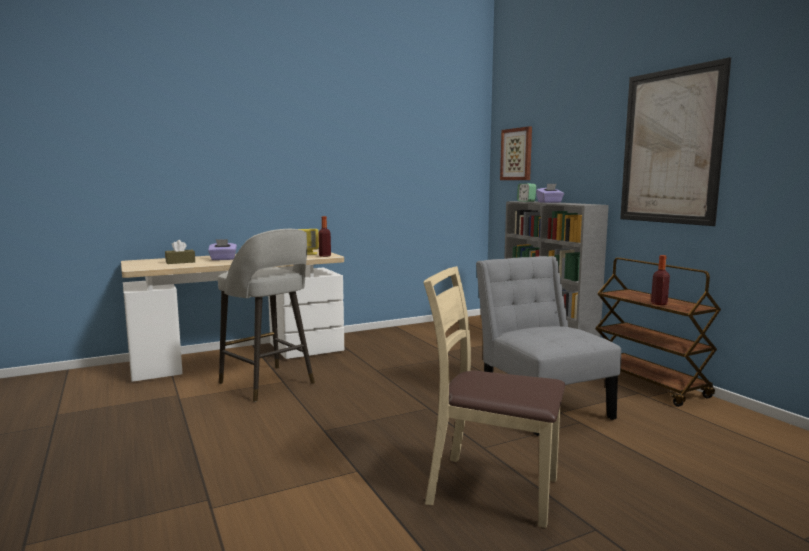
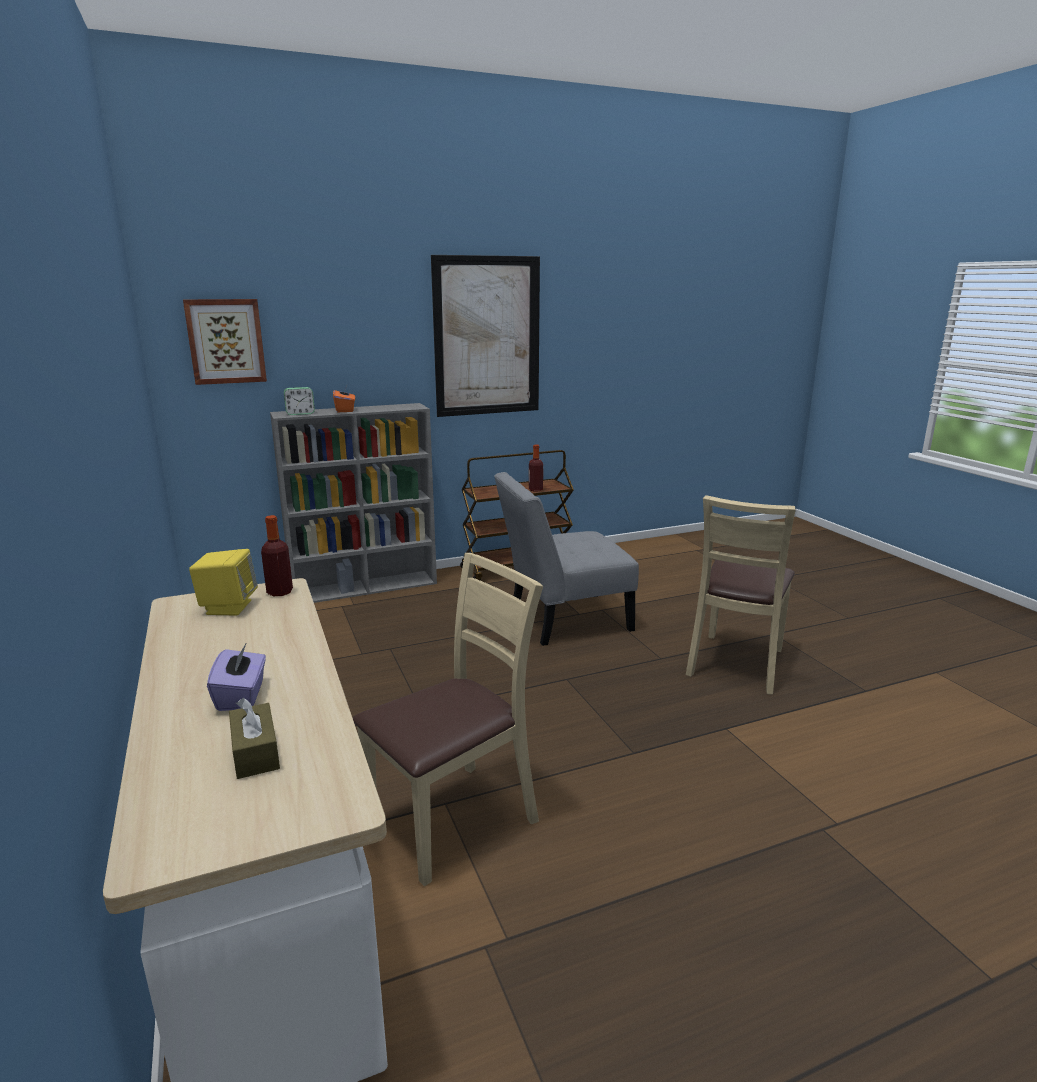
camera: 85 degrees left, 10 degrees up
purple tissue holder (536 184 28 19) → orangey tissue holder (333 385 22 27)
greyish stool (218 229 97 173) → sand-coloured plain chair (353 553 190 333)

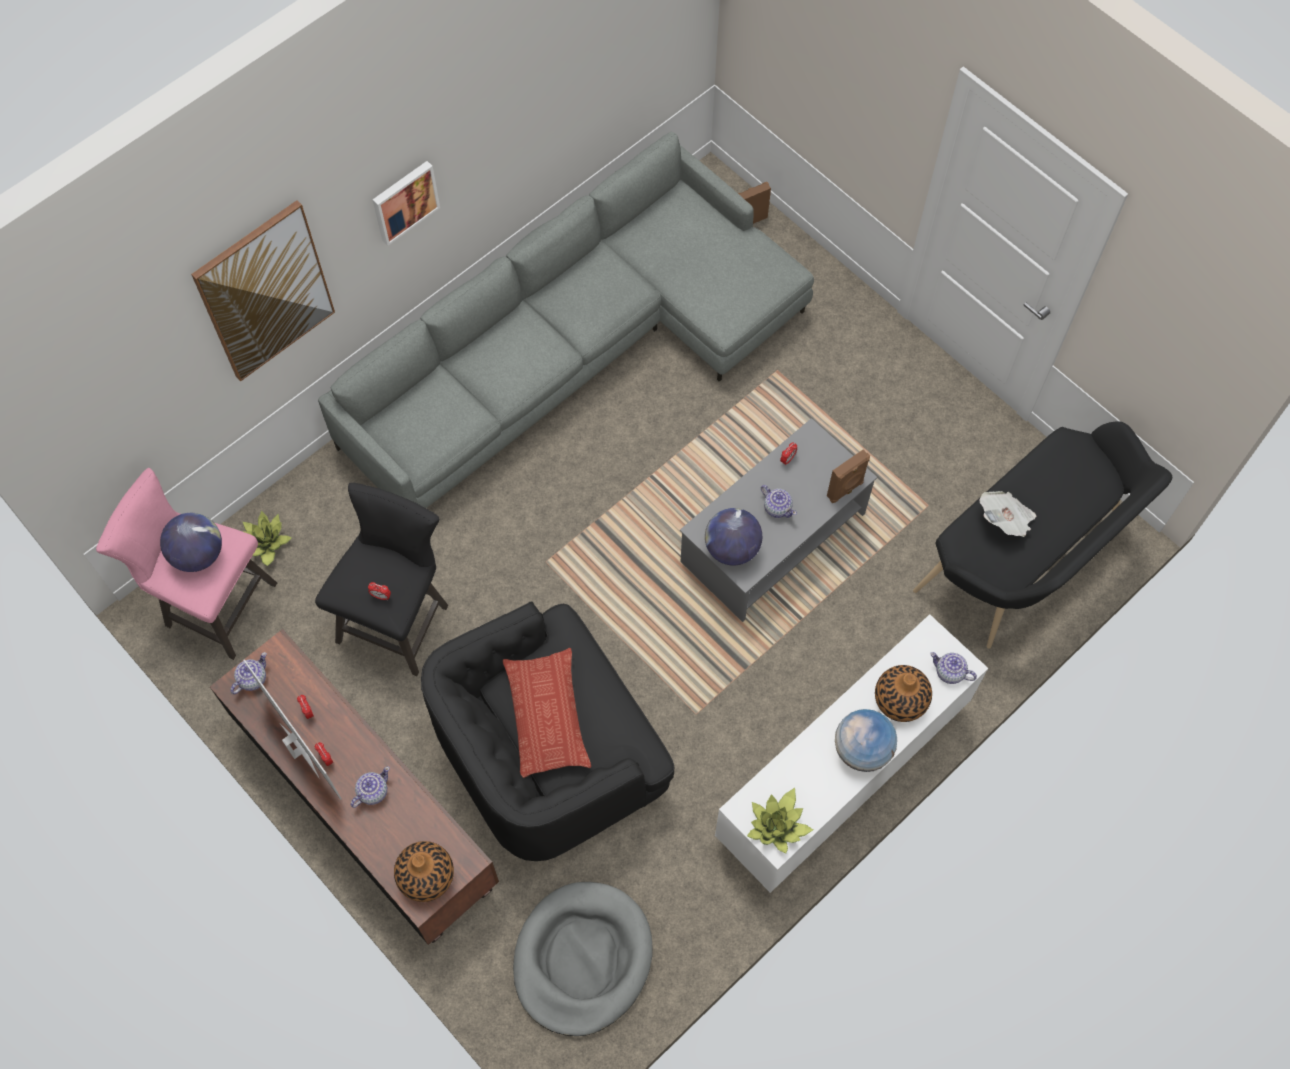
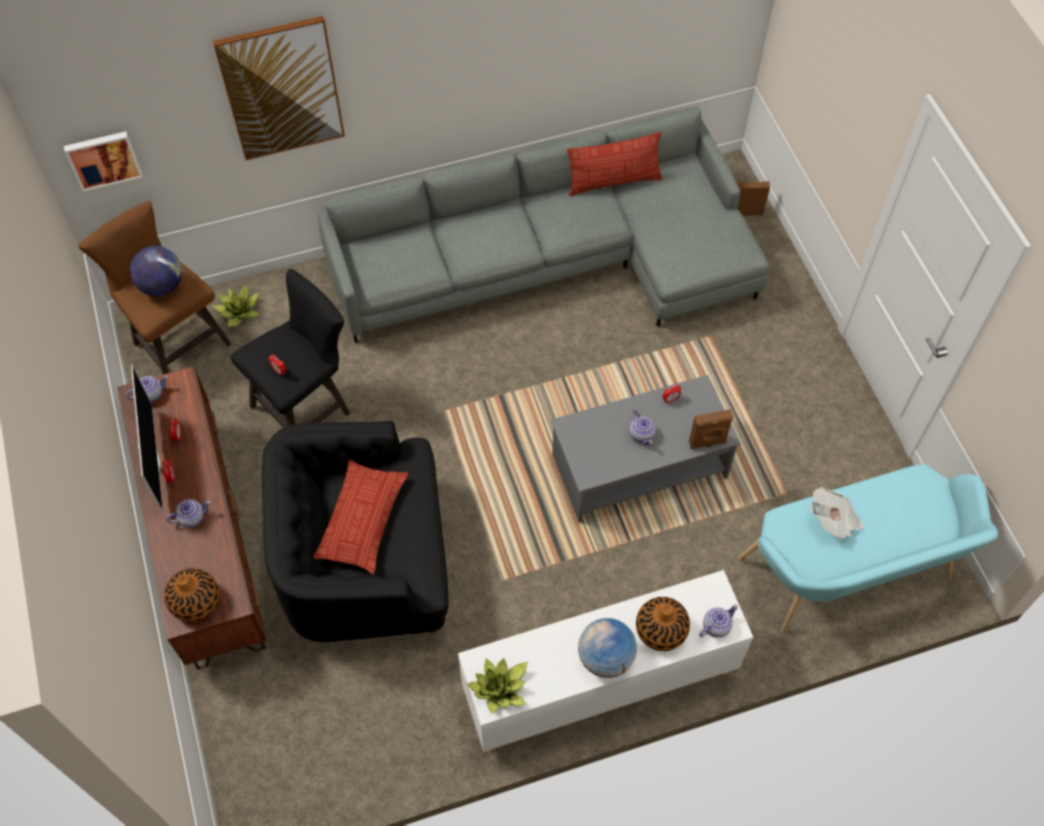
camera: 25 degrees right, 5 degrees down
picture (373 161 67 85) → picture (64 131 79 61), relocated
pink stool (96 468 181 192) → brown stool (78 201 154 174)
- → cushion (567 132 95 64)
tea pot (930 652 47 32) → tea pot (699 604 39 34), 90 degrees clockwise
black indoor bench (913 421 259 228) → turquoise indoor bench (738 464 260 170)
greyish pet bed (513 882 140 154) → -
globe (705 508 57 58) → -

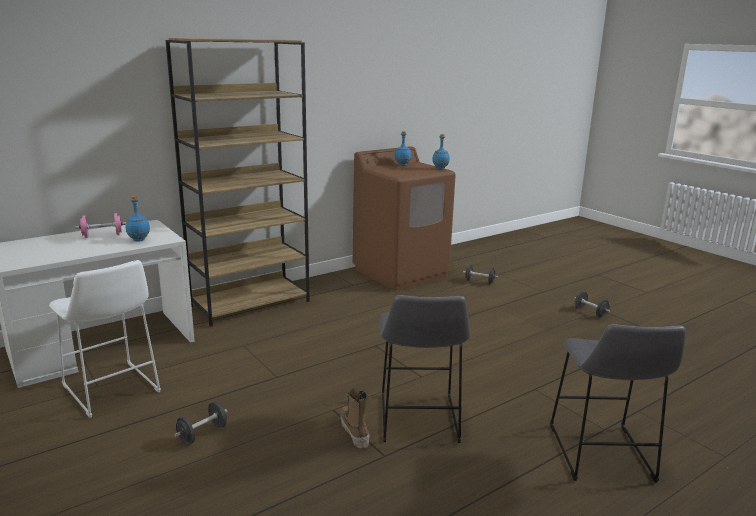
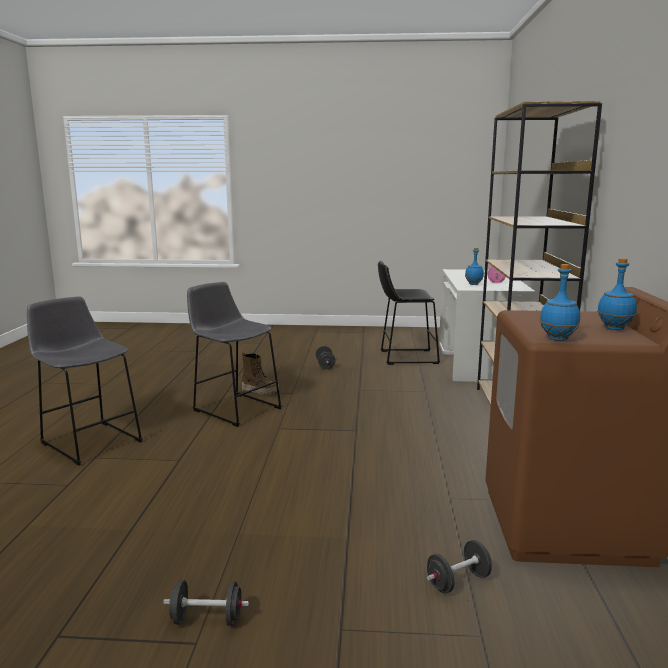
camera: 130 degrees right, 5 degrees down
white stool (49 260 112 158) → black stool (378 261 62 104)

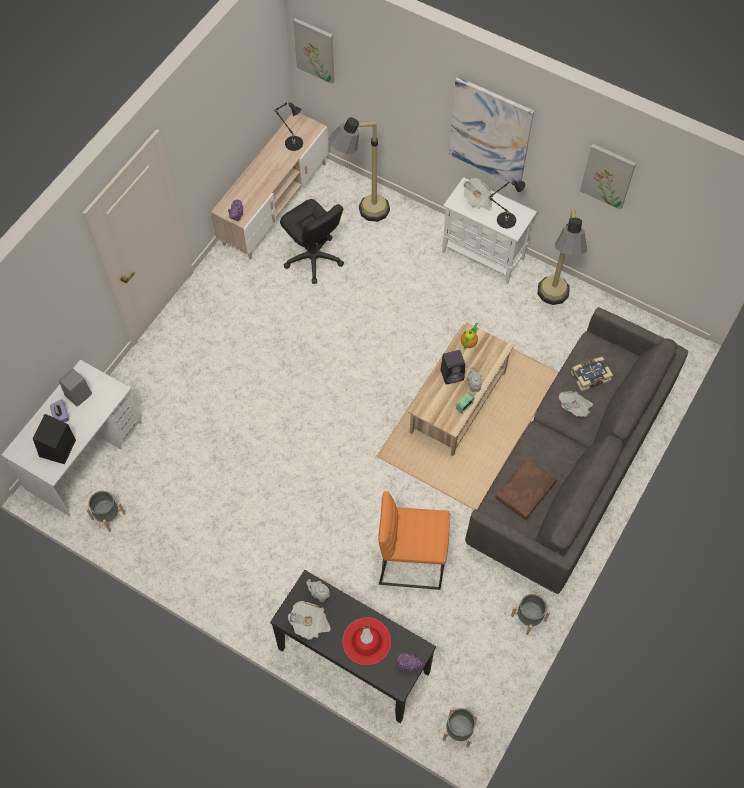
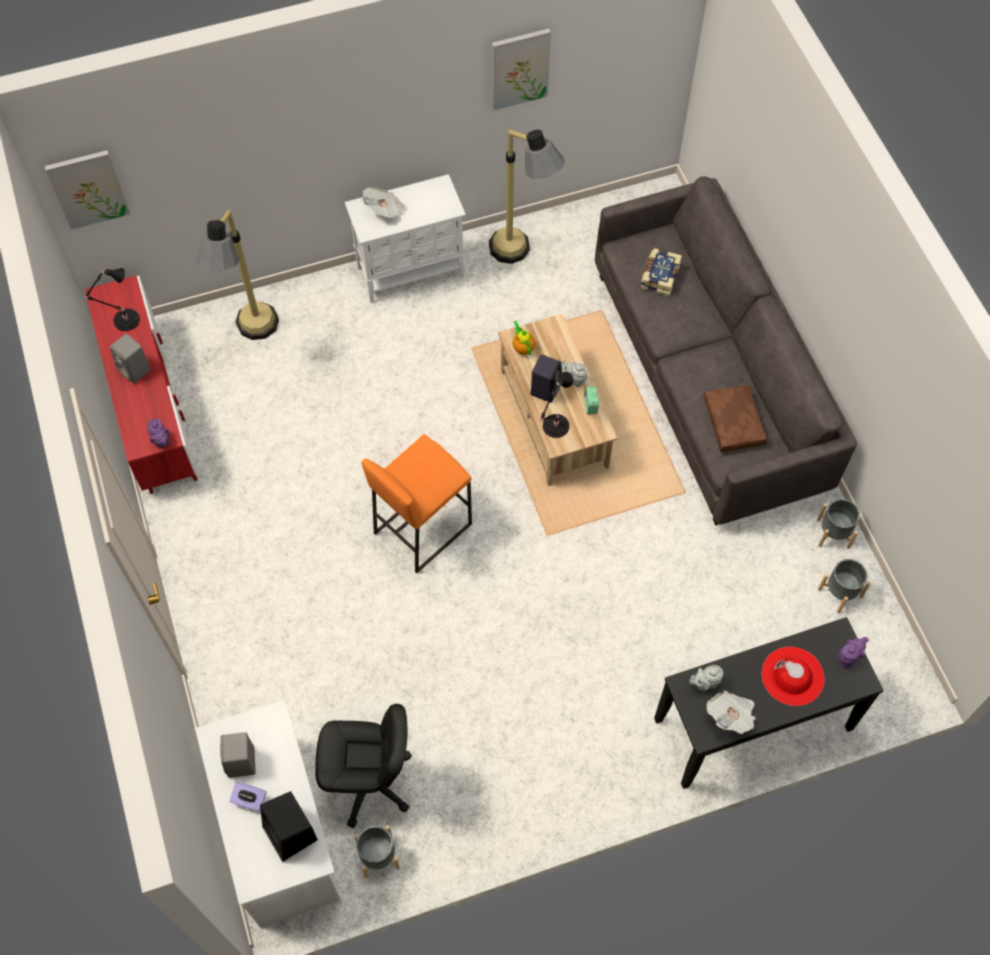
camera: 50 degrees left, 0 degrees up
sand-coloured tv unit (211 113 118 146) → red-coloured tv unit (84 276 114 218)
- → greyish audio speaker (110 334 41 50)
black computer chair (280 199 64 85) → black computer chair (315 704 97 124), relocated
orangey stool (378 491 72 99) → orangey stool (361 434 111 140), relocated
black table lamp (488 180 37 48) → black table lamp (540 372 33 66), relocated
greyish planter (443 707 35 41) → greyish planter (818 559 53 54), relocated
picture (449 77 85 107) → -
daily paper (559 391 34 26) → -

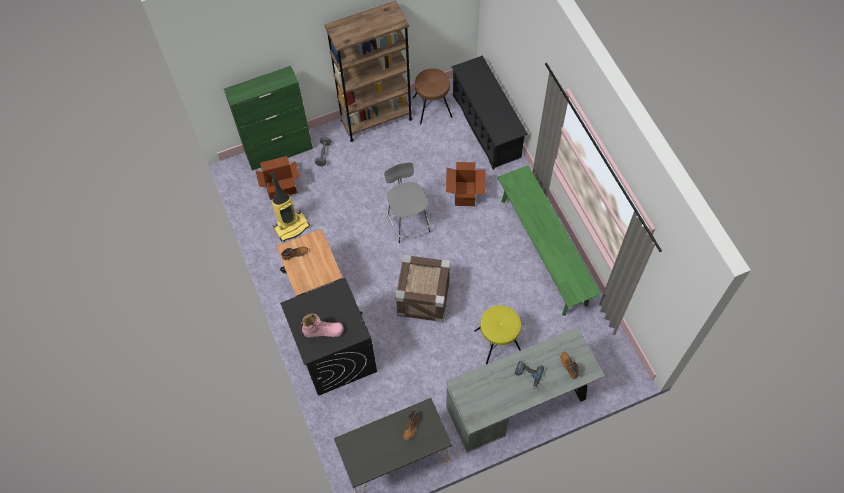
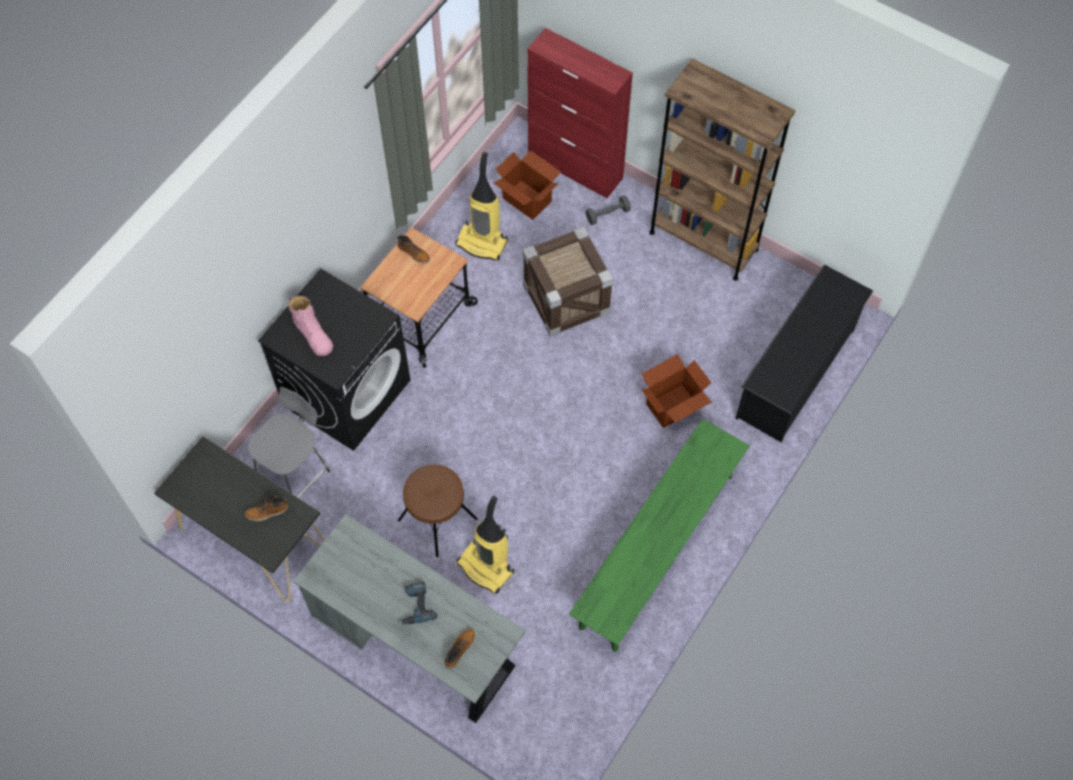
camera: 55 degrees right, 0 degrees up
greyish stool (384 162 46 81) → greyish stool (247 387 83 111), relocated
brown stool (413 68 40 56) → brown stool (398 464 79 93), relocated
yellowish stool (474 305 47 59) → hoover (456 496 58 98)
crate (395 254 55 69) → crate (523 226 90 111), relocated
green-coloured cupboard (224 66 89 105) → red-coloured cupboard (527 28 106 170)

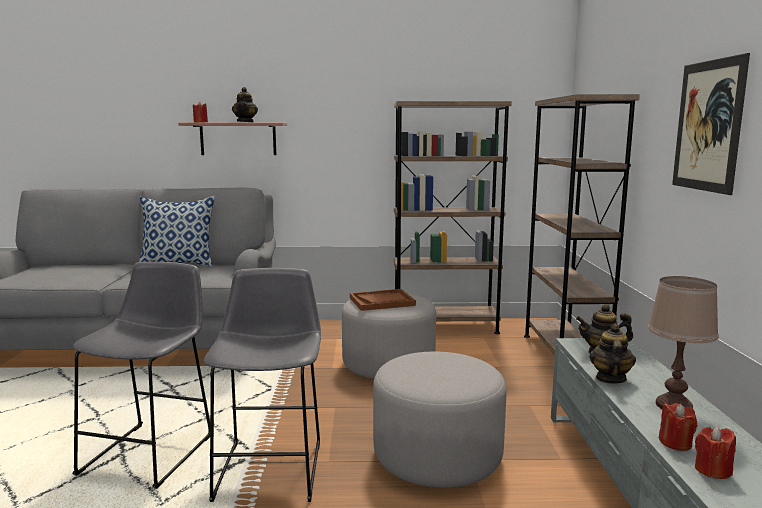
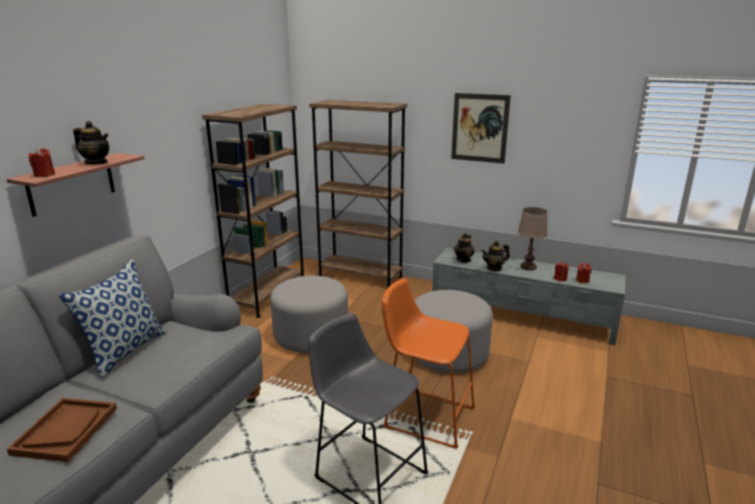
camera: 65 degrees left, 10 degrees up
brown serving tray (350 289 66 22) → brown serving tray (7 398 110 64), relocated
greyish stool (204 268 117 234) → orangey stool (382 278 94 171)
tea pot (589 324 47 60) → tea pot (481 241 29 30), 60 degrees counterclockwise

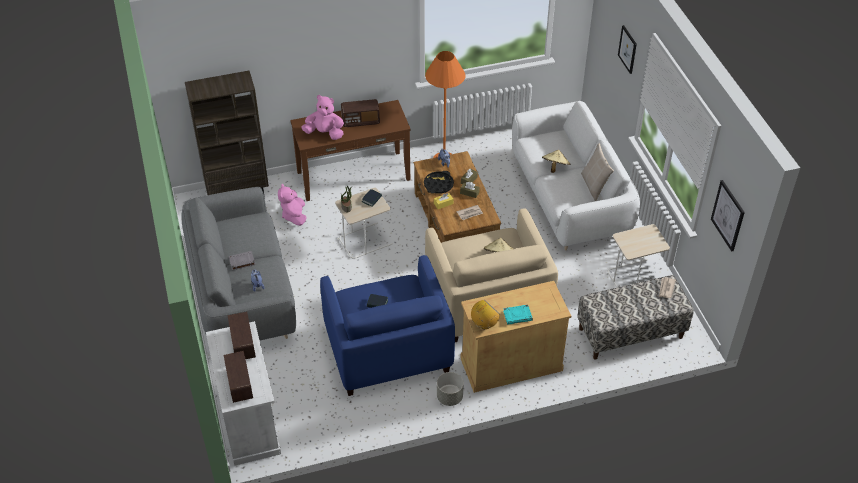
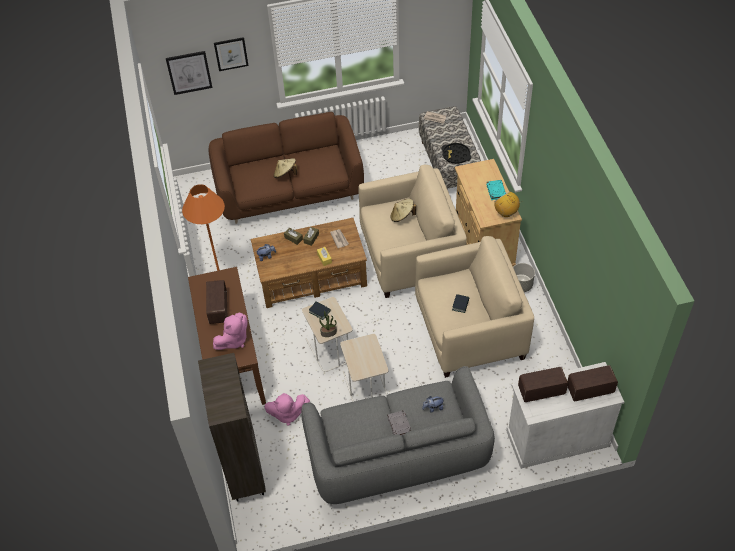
camera: 85 degrees left, 5 degrees up
picture (711 180 34 72) → picture (166 51 46 44), relocated
white settee (512 101 128 149) → brown settee (209 112 155 112)
pink plush toy (301 95 43 45) → pink plush toy (213 313 35 37), 150 degrees counterclockwise
sand-coloured side table (607 224 63 64) → sand-coloured side table (340 334 48 68), relocated
bluish lounge chair (320 255 135 141) → sand-coloured lounge chair (415 236 119 142)
black serving tray (424 171 30 23) → black serving tray (441 143 30 21), relocated
sand-coloured cushion (581 143 33 58) → -

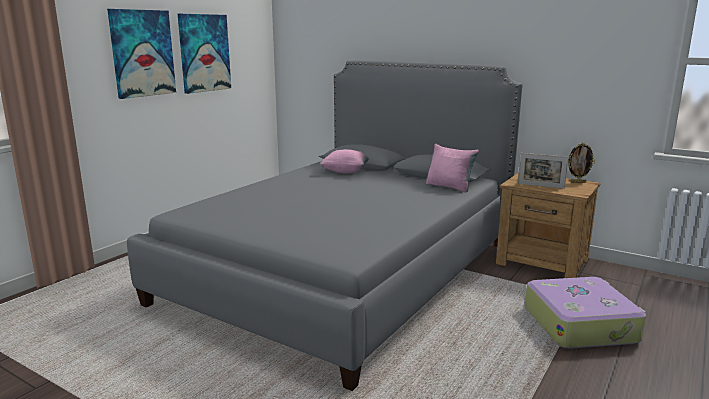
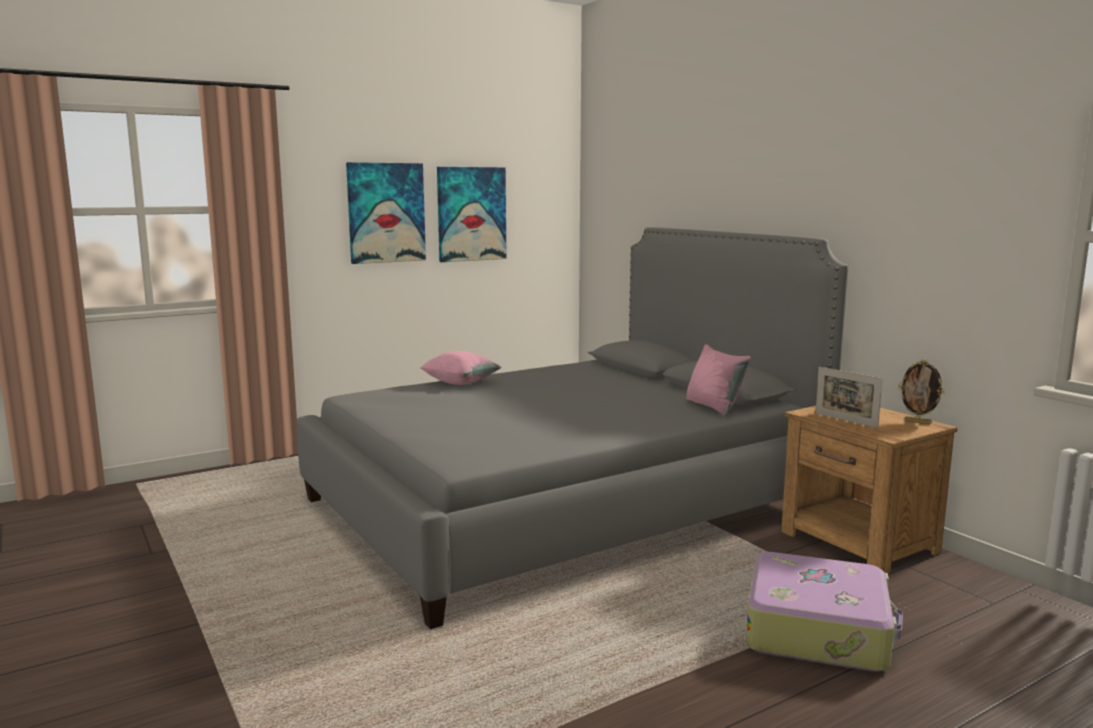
camera: 25 degrees right, 5 degrees down
pink cushion (320 149 49 24) → pink cushion (420 351 82 34), relocated

